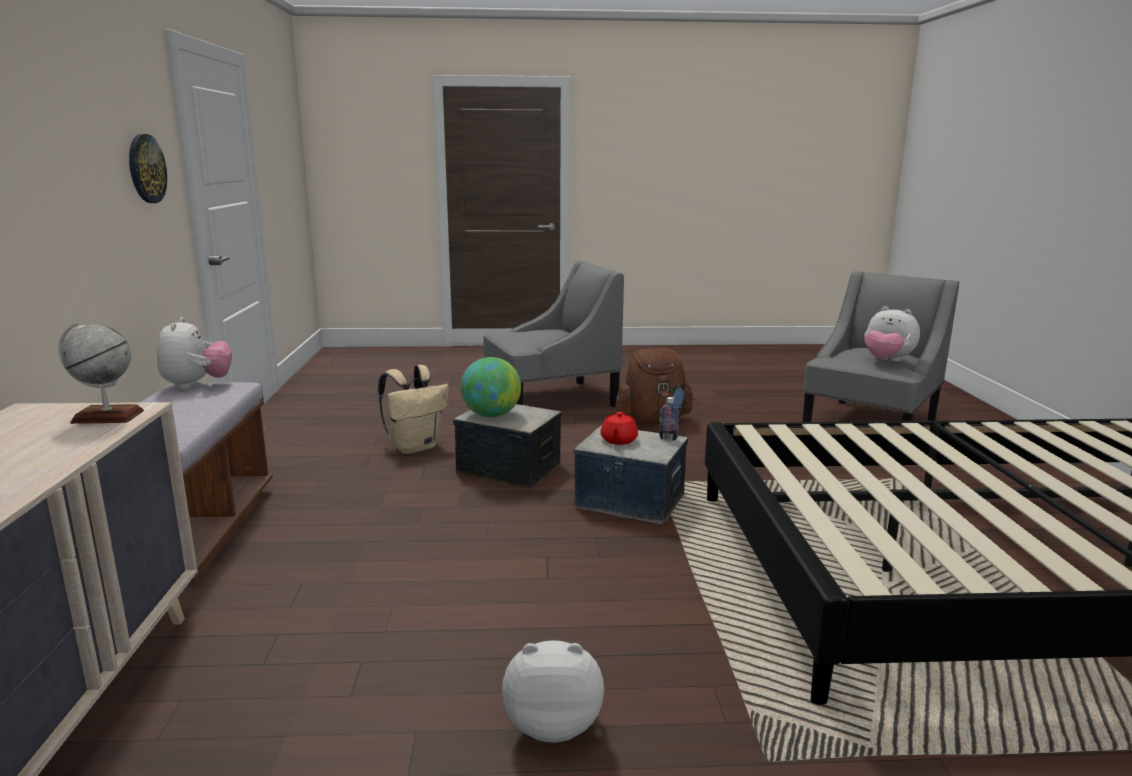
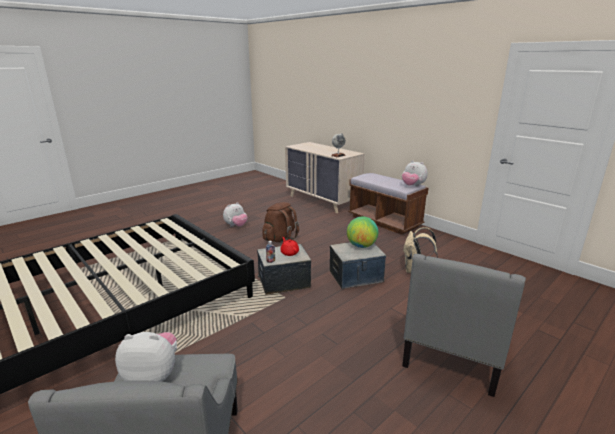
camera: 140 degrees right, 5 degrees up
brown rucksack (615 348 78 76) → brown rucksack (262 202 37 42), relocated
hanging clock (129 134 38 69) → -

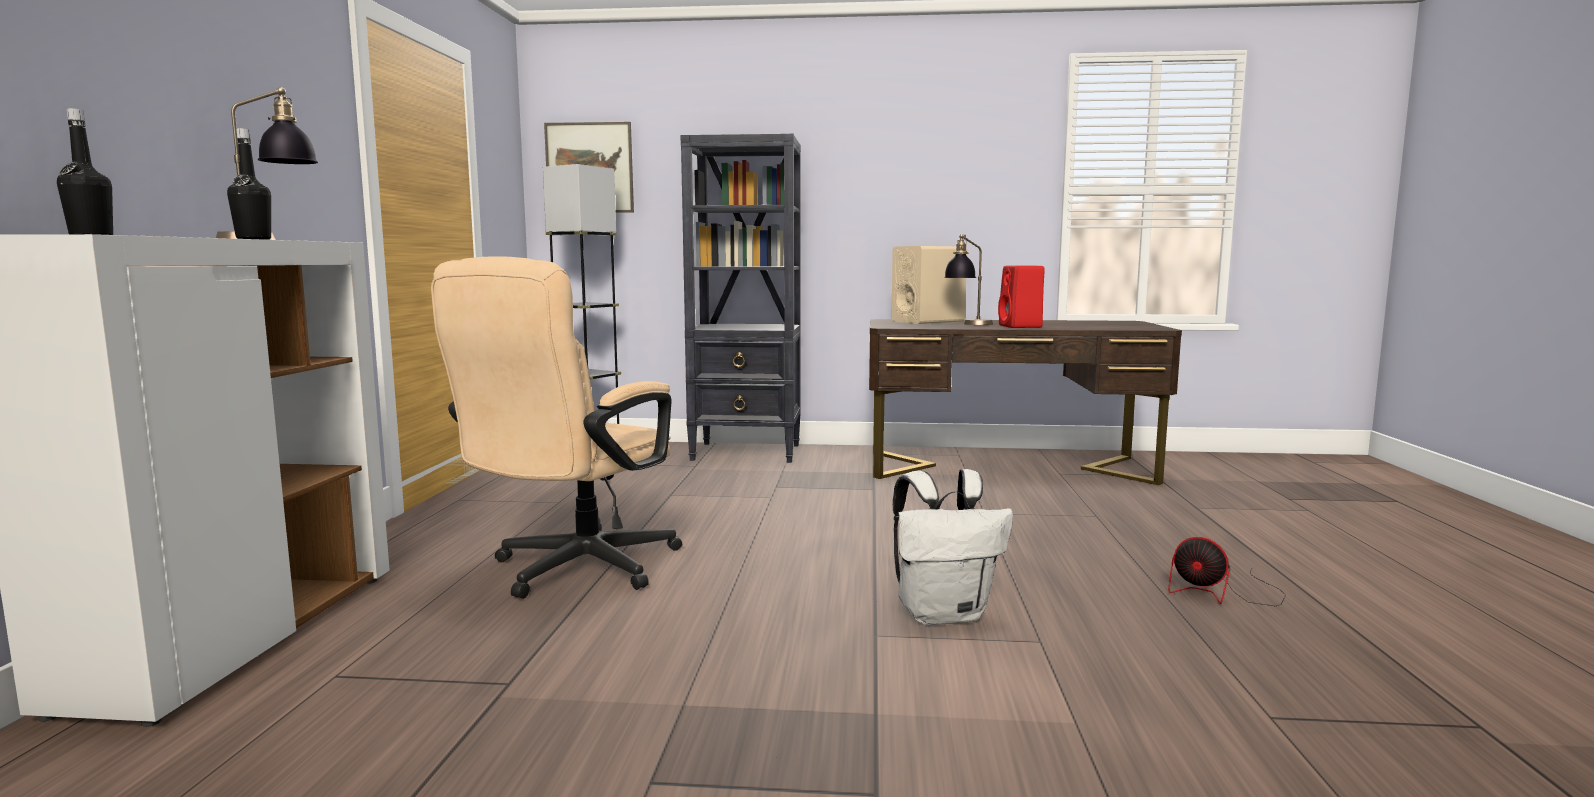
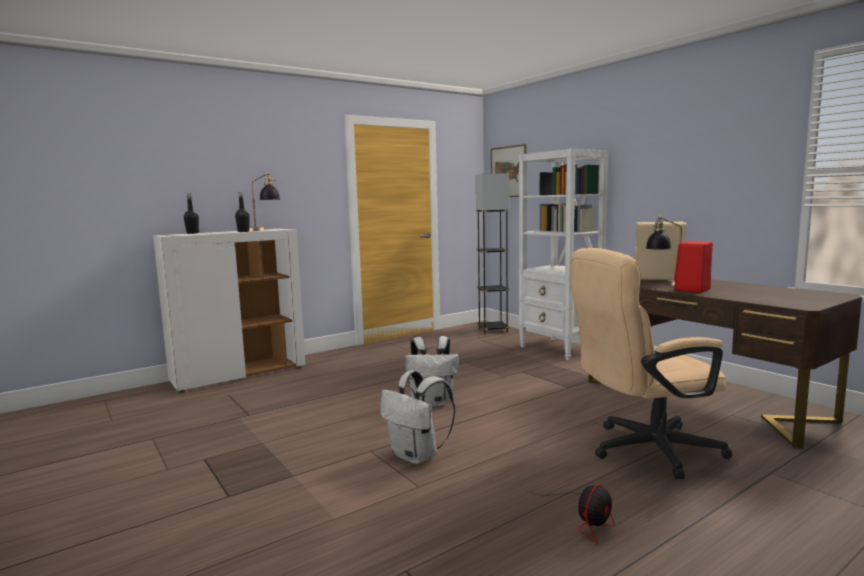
camera: 50 degrees right, 0 degrees up
- → white rucksack (405 336 54 71)
black bookcase (680 134 121 329) → white bookcase (519 149 89 211)
electric fan (1168 537 118 69) → electric fan (529 485 86 59), 135 degrees counterclockwise
sand-coloured computer chair (431 256 251 343) → sand-coloured computer chair (570 248 162 231), relocated

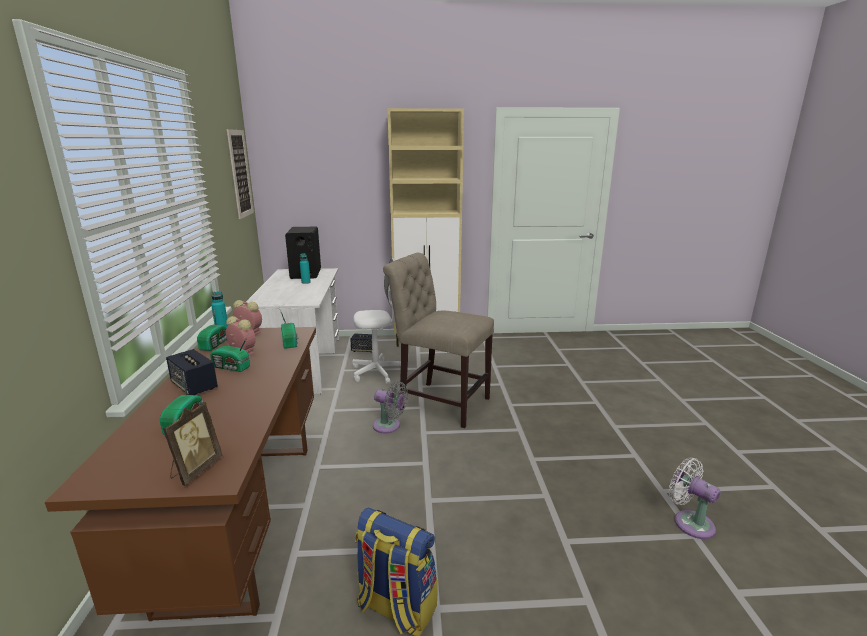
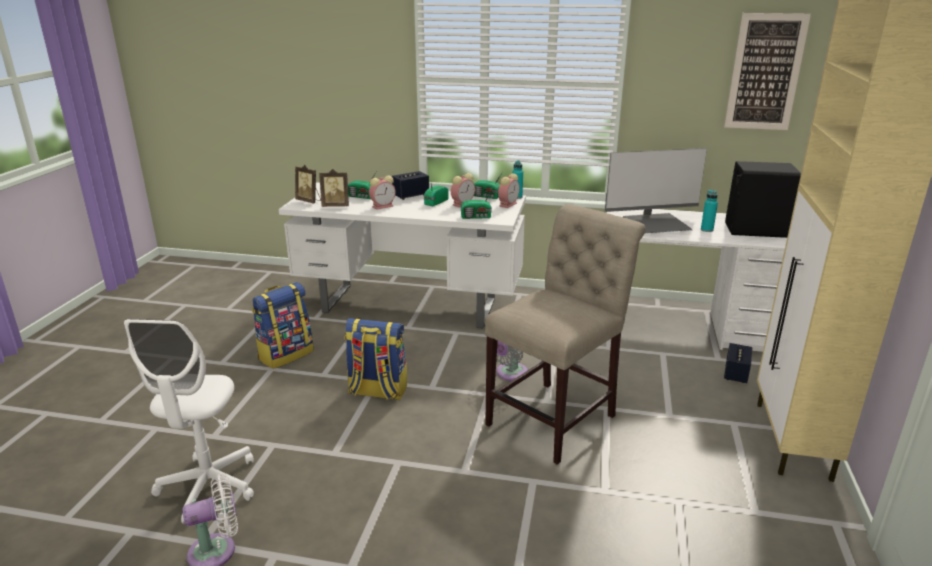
camera: 105 degrees right, 5 degrees up
white computer chair (352 258 49 126) → white computer chair (124 319 130 205), relocated
brown desk unit (45 327 271 294) → white desk unit (279 183 247 146)
- → standing frame (319 169 30 38)
- → rucksack (344 318 63 82)
- → bedside clock (369 175 27 35)
- → computer screen (605 148 102 85)

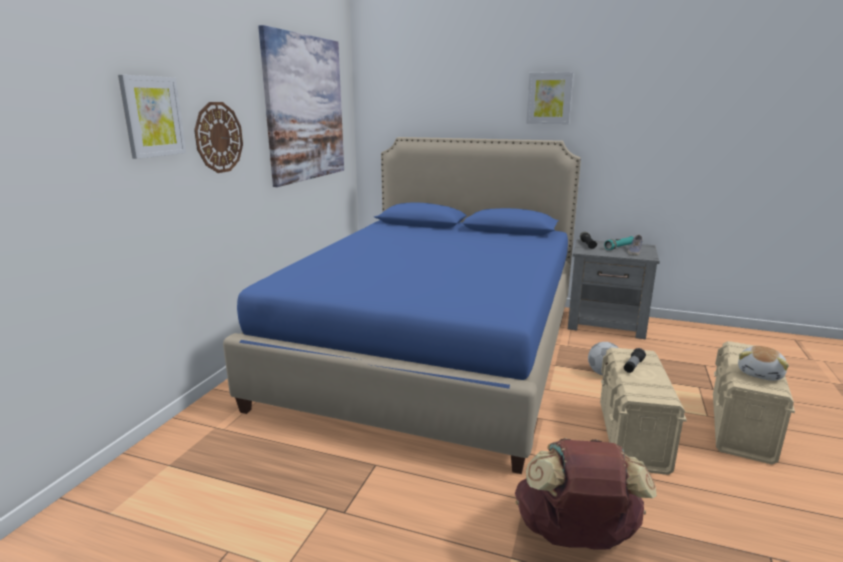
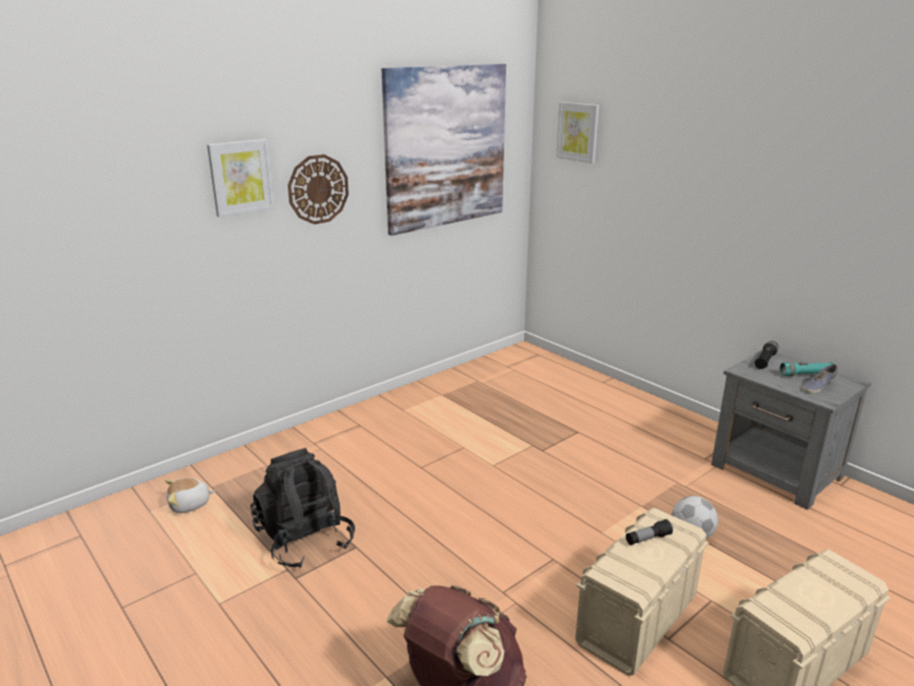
camera: 30 degrees right, 5 degrees up
plush toy (738 346 51 35) → plush toy (165 478 50 35), relocated
- → black rucksack (251 448 104 120)
picture (526 72 48 52) → picture (556 102 43 62), relocated
bluish sleeping bed (223 137 358 337) → -

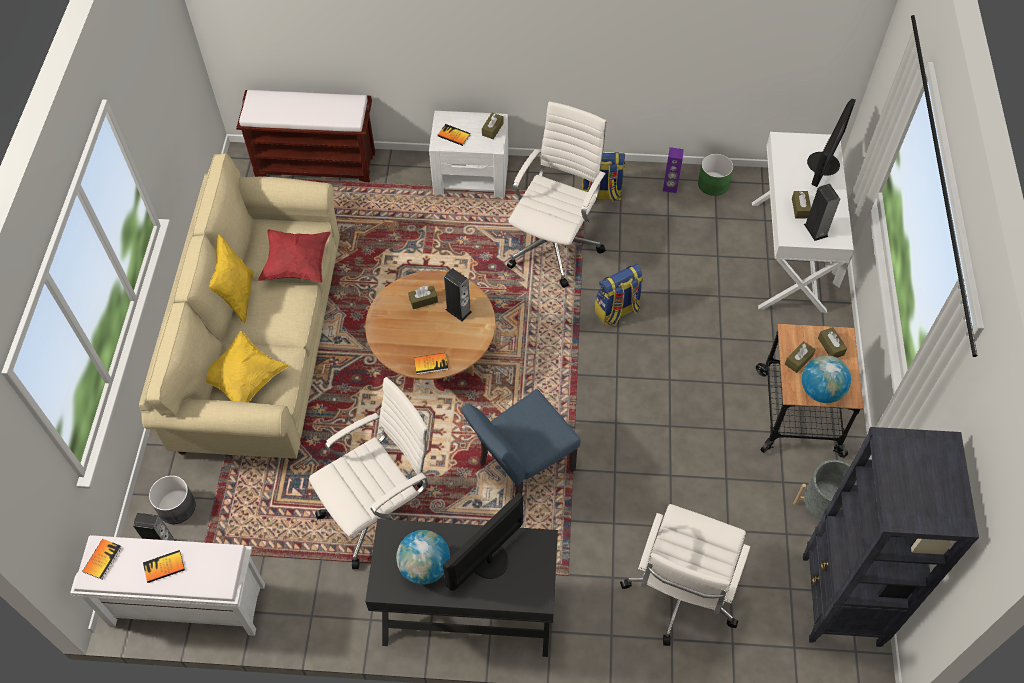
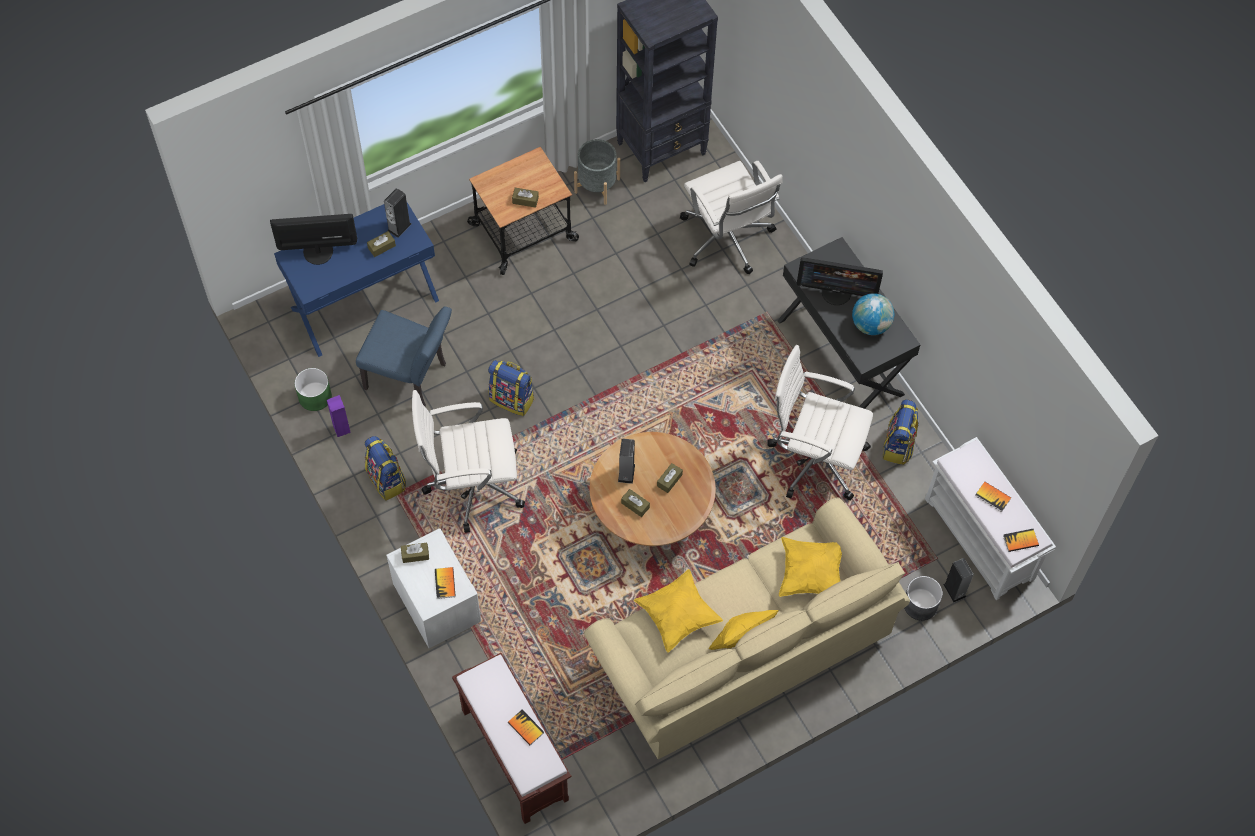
camera: 125 degrees left, 5 degrees up
white desk unit (752 132 102 181) → bluish desk unit (274 203 165 154)
bluish plain chair (461 389 120 106) → bluish plain chair (356 306 96 101), relocated
bound book (414 353 35 21) → bound book (508 710 36 35), relocated
red-coloured cushion (258 229 73 54) → yellowish cushion (634 569 89 84)
brown tissue holder (818 327 29 31) → brown tissue holder (657 463 26 30), relocated
white computer chair (620 504 130 142) → white computer chair (680 161 103 113), 75 degrees clockwise
- → rucksack (883 399 36 66)
globe (802 355 49 48) → -

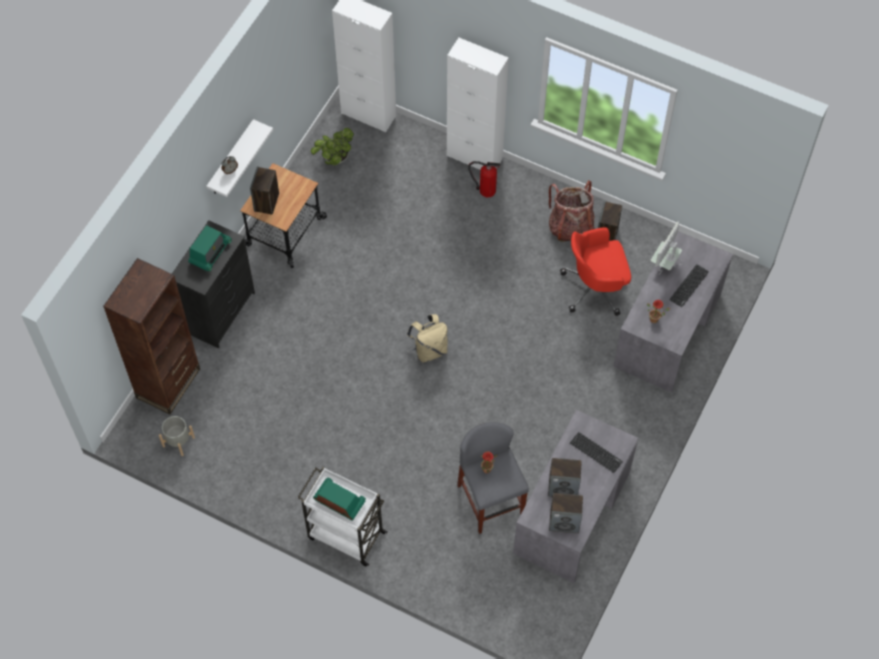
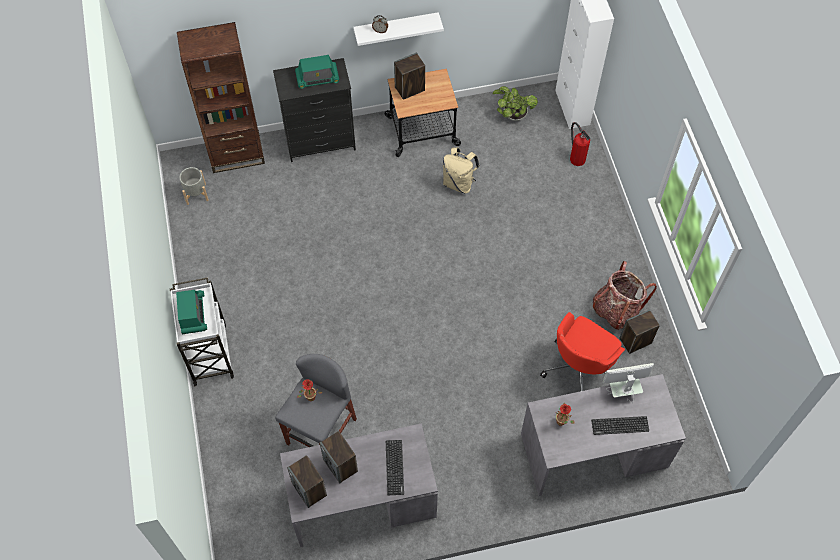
camera: 50 degrees right, 0 degrees up
sand-coloured rucksack (407 314 41 49) → sand-coloured rucksack (443 148 37 45), relocated
red-coloured computer chair (560 227 71 89) → red-coloured computer chair (540 312 85 79), 90 degrees counterclockwise
fire extinguisher (468 161 32 36) → fire extinguisher (570 122 20 44), relocated
white cupboard (447 38 62 132) → -

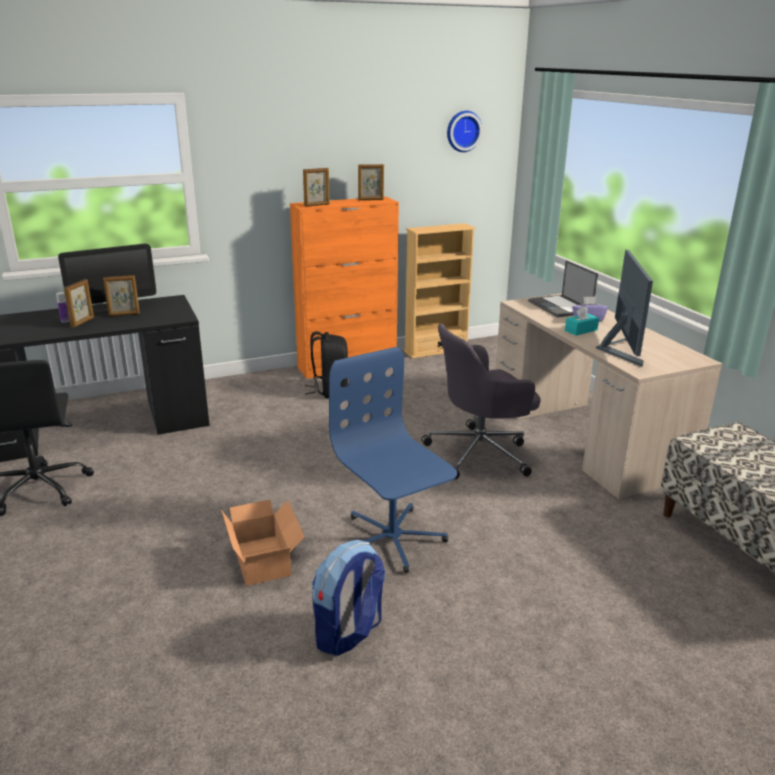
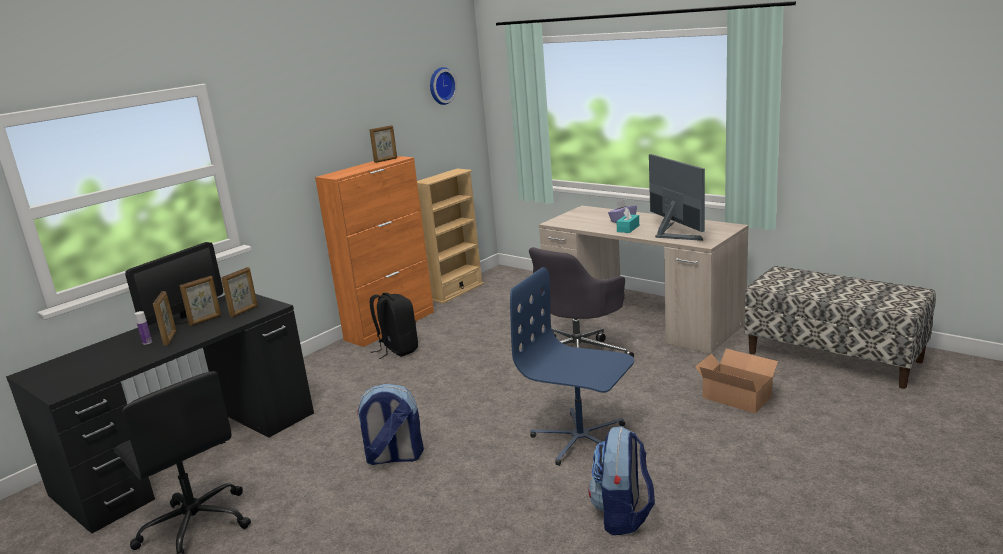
camera: 25 degrees left, 5 degrees down
standing frame (303 168 27 39) → standing frame (221 267 37 51), relocated
- → rucksack (356 384 68 81)
carton (221 500 84 86) → carton (695 349 83 64), relocated
notebook computer (528 260 70 58) → -

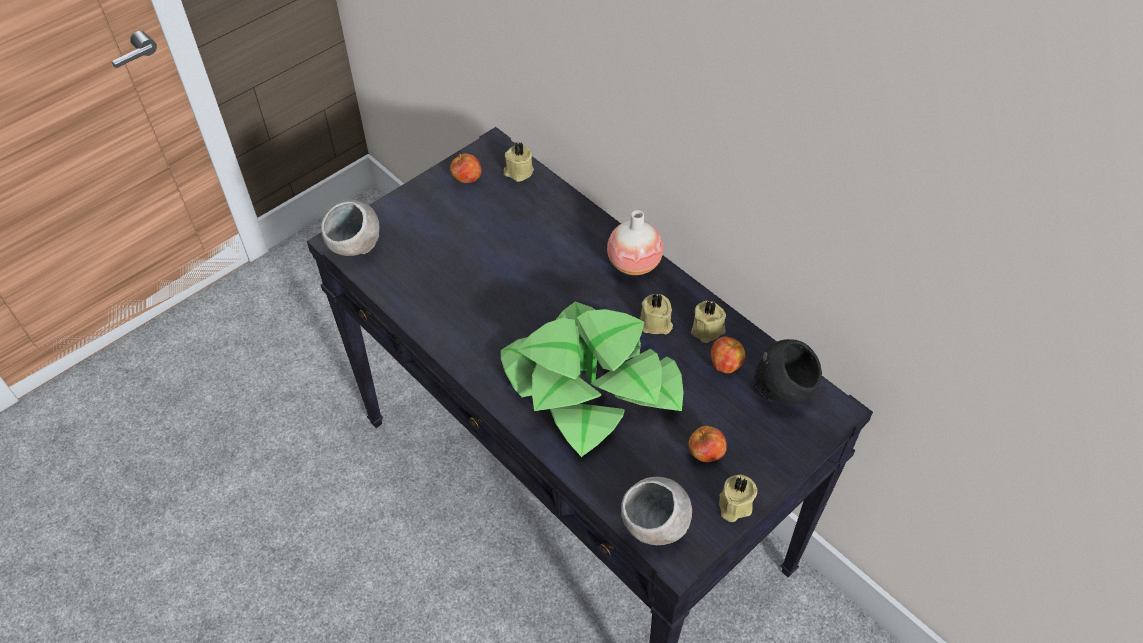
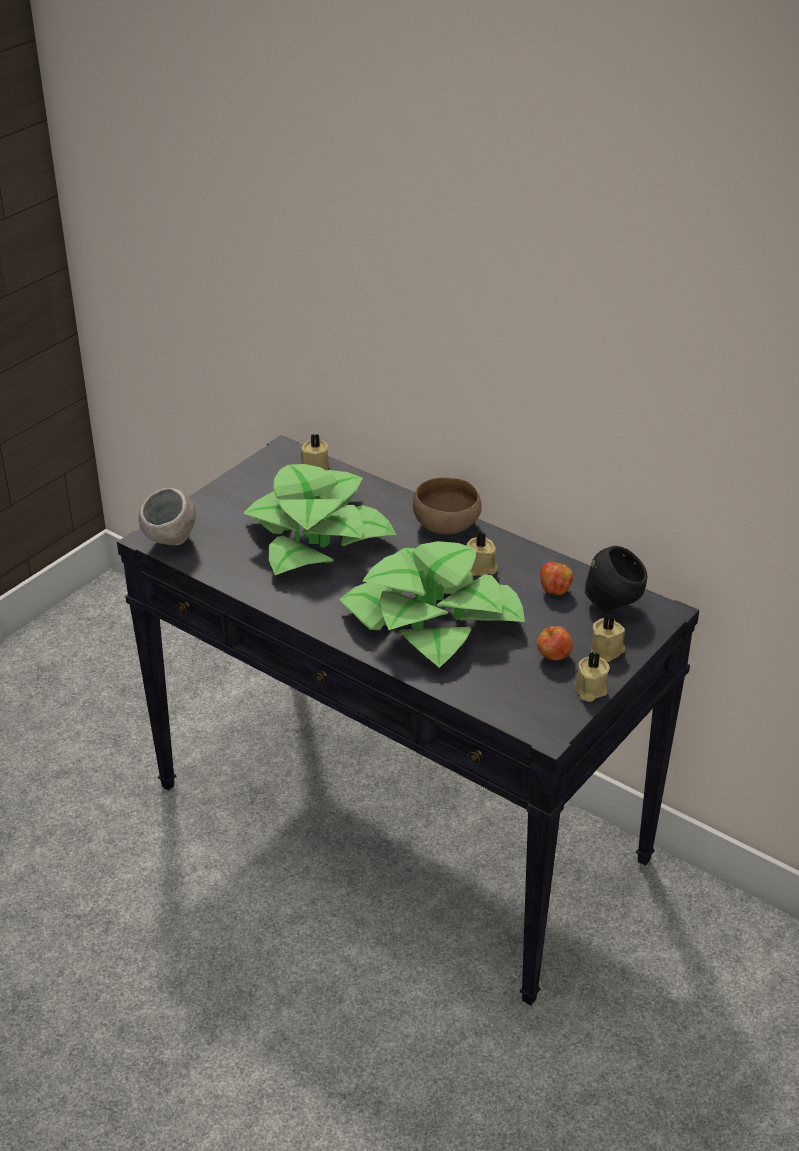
camera: 10 degrees left, 15 degrees down
- → houseplant (243 464 153 111)
vase (607 210 56 65) → brown bowl (413 477 69 57)
sand-coloured wax light (691 300 35 43) → sand-coloured wax light (591 614 34 48), relocated
whole apple (450 154 32 29) → -
greyish bowl (621 477 71 68) → -

